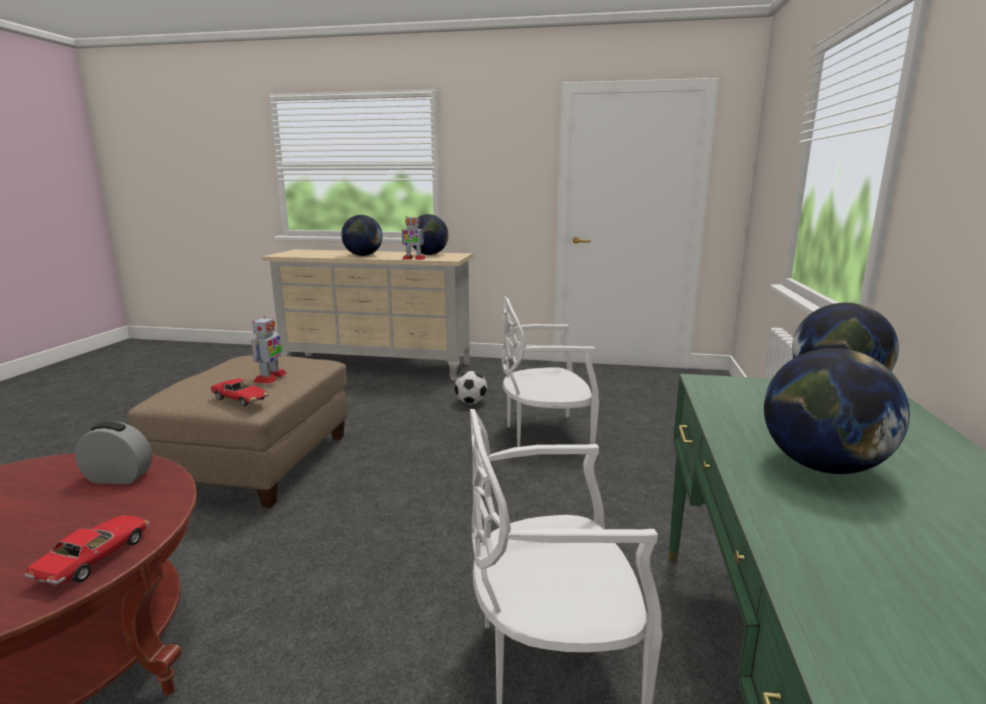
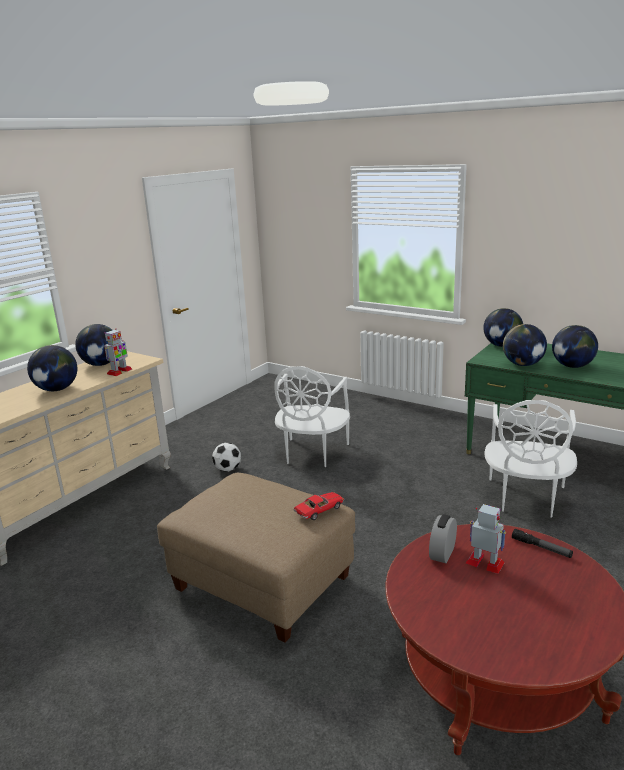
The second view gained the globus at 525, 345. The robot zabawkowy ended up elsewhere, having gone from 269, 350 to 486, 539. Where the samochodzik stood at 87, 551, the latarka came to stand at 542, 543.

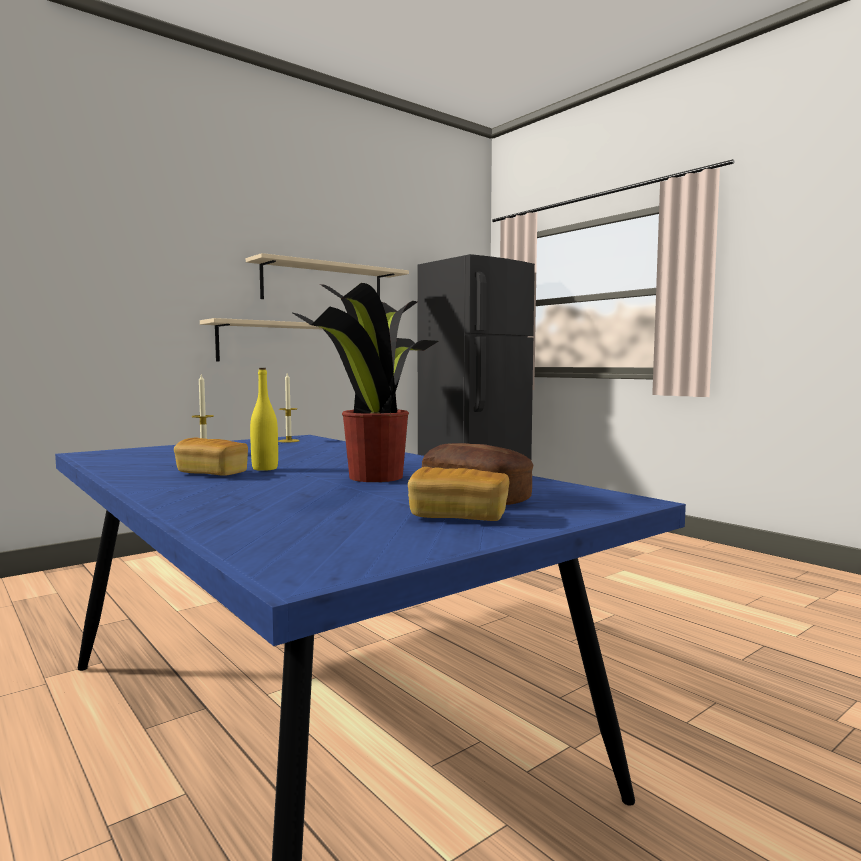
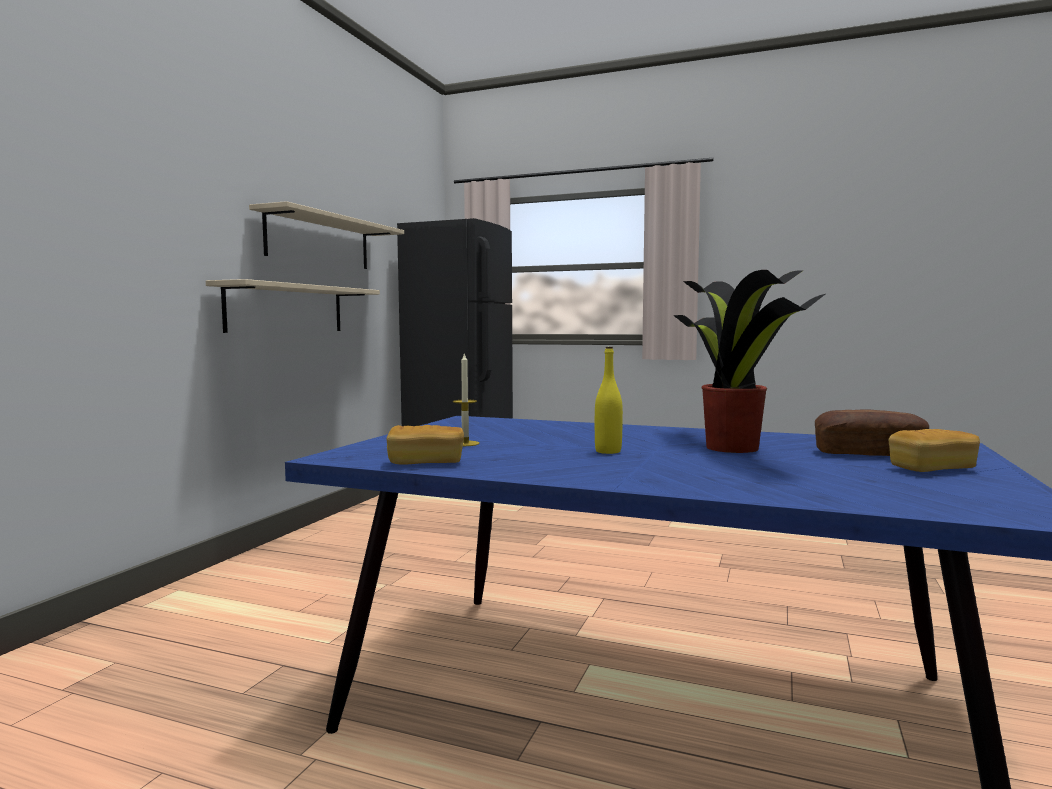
The second view lost the świeca at 289, 408. The chleb ended up elsewhere, having gone from 211, 457 to 425, 445.

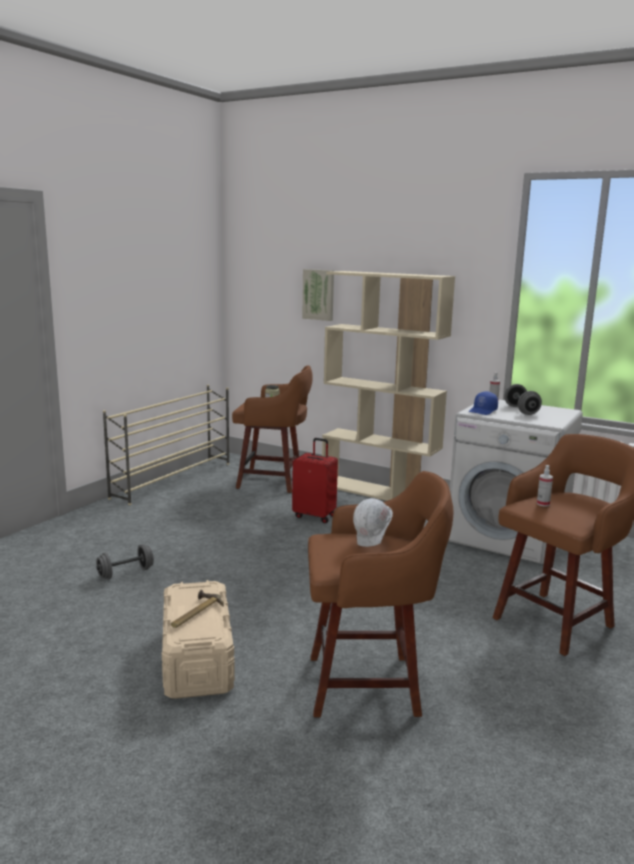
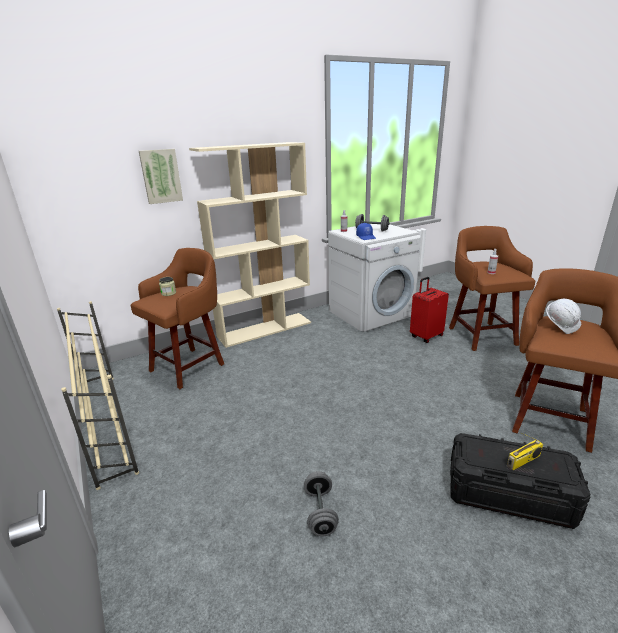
The walizka/czerwony ended up elsewhere, having gone from 315, 480 to 429, 310. Where the młotek stood at 197, 609, the radio came to stand at 525, 451. What was the pojemnik do przechowywania/beżowy at 198, 639 turned into the pojemnik do przechowywania/czarny at 520, 481.

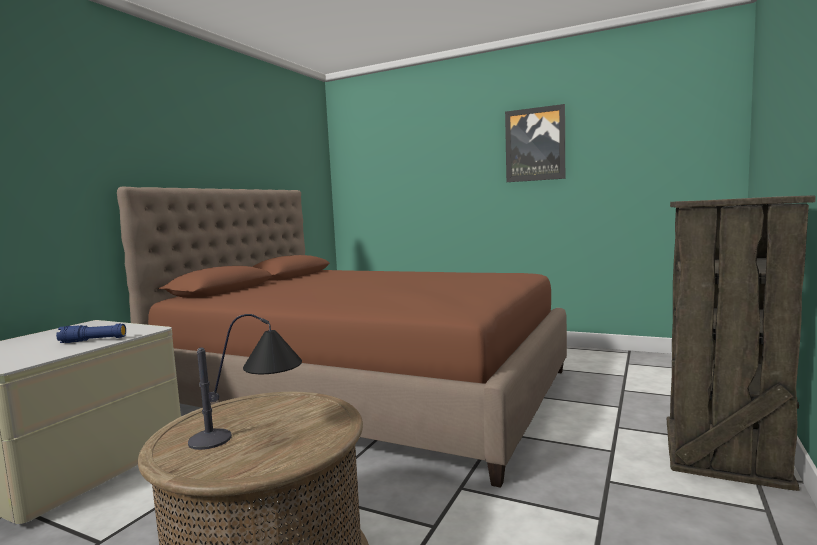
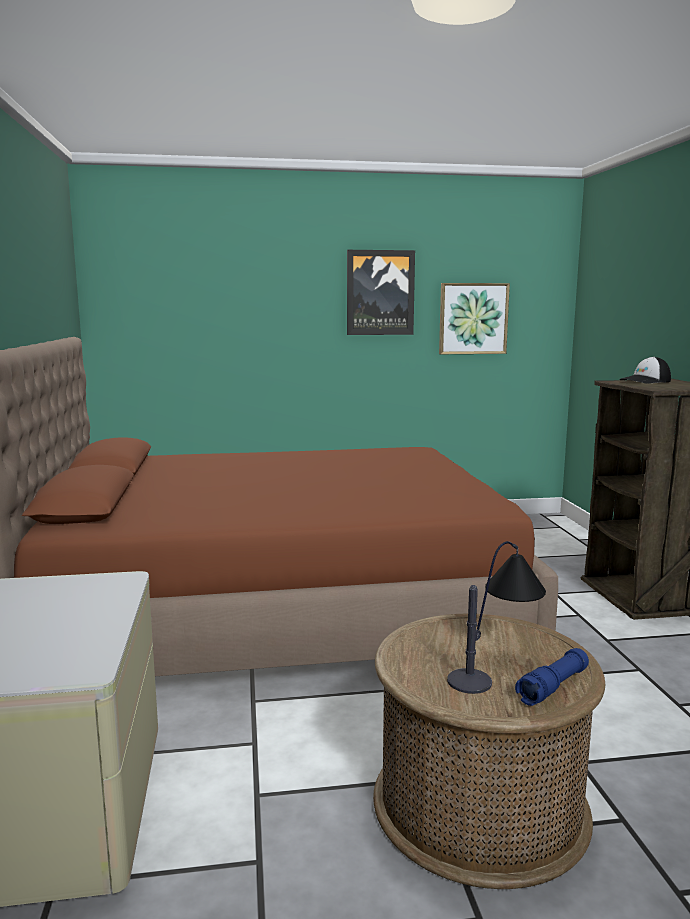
The second view gained the obraz at 474, 318. The second view gained the czapka z daszkiem at 645, 370. The latarka/niebieski ended up elsewhere, having gone from 91, 333 to 552, 677.

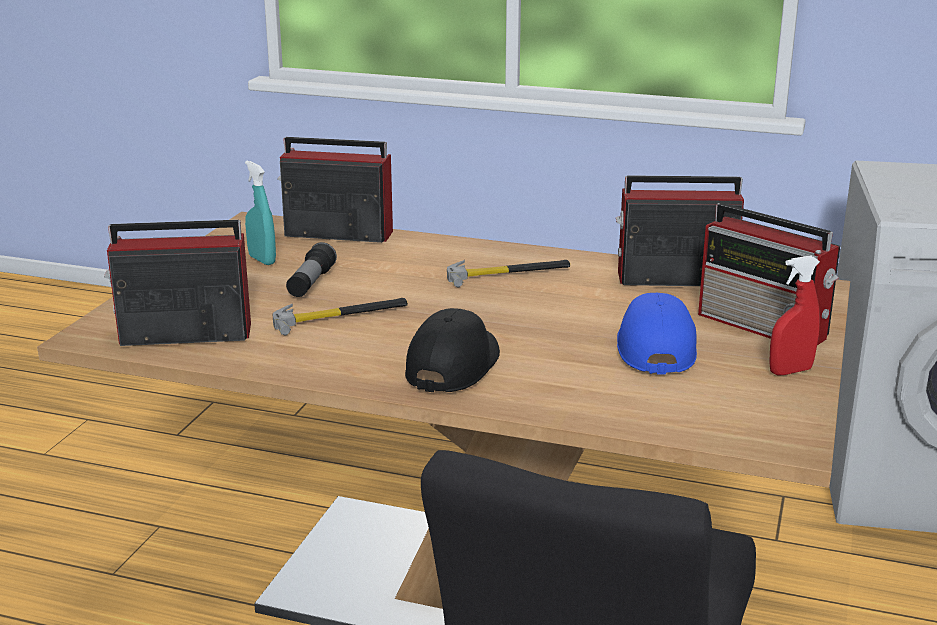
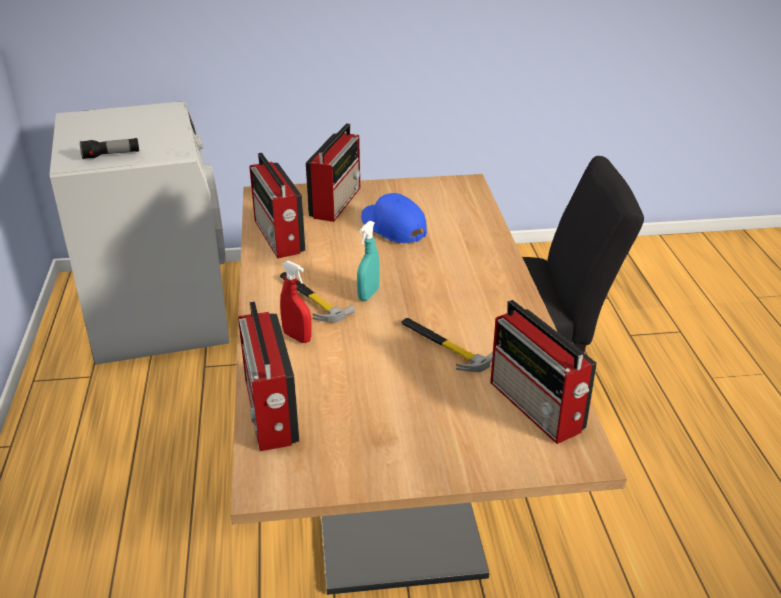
The second view lost the czapka z daszkiem/czarny at 452, 350. The spryskiwacz/turkusowy ended up elsewhere, having gone from 260, 213 to 368, 261. The latarka ended up elsewhere, having gone from 311, 269 to 109, 148. The spryskiwacz/czerwony ended up elsewhere, having gone from 794, 315 to 296, 301. The czapka z daszkiem/niebieski at 657, 334 ended up facing another way, 75 degrees clockwise from before.

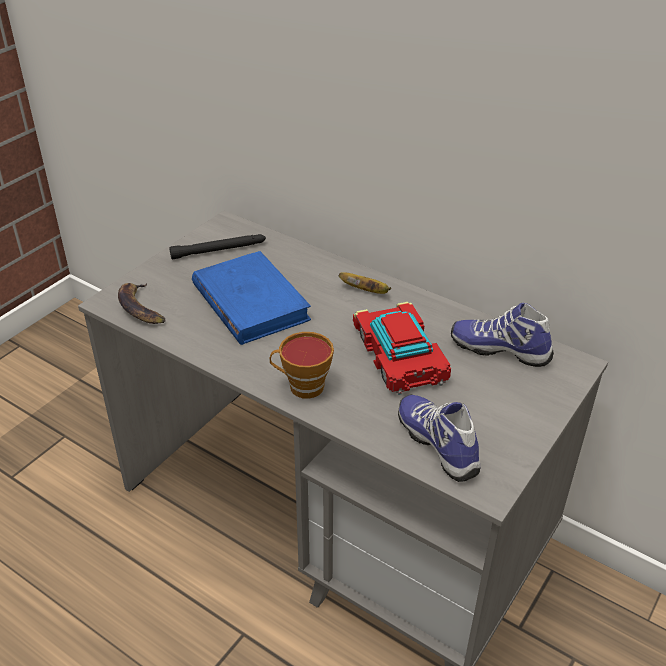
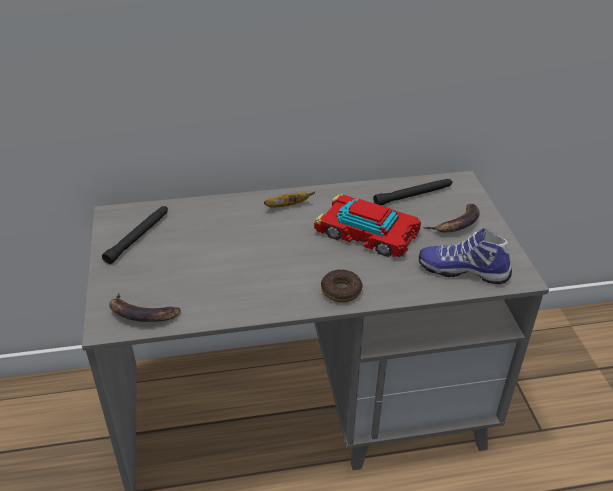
The second view lost the książka/niebieski at 251, 298. The second view gained the banan at 451, 218. Where the filiżanka stood at 302, 365, the donut came to stand at 342, 285. Where the but stood at 502, 334, the latarka/czarny came to stand at 413, 192.

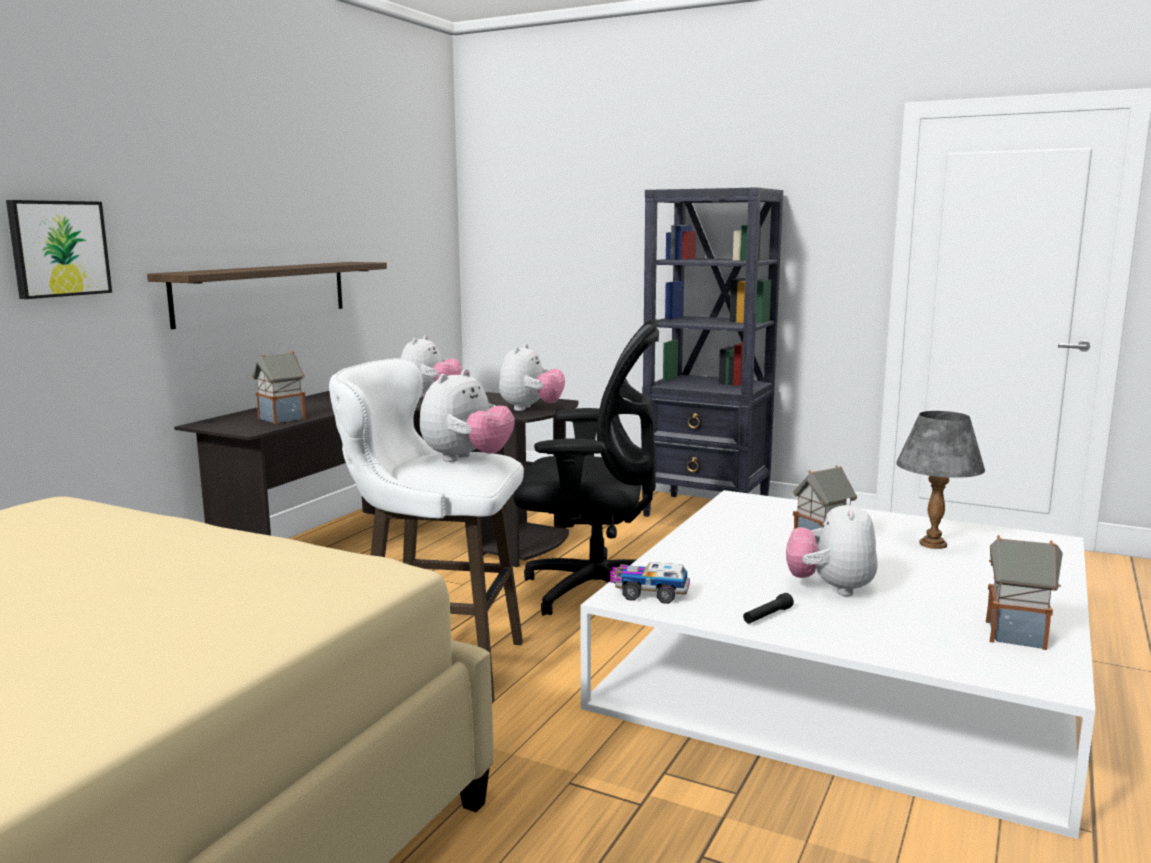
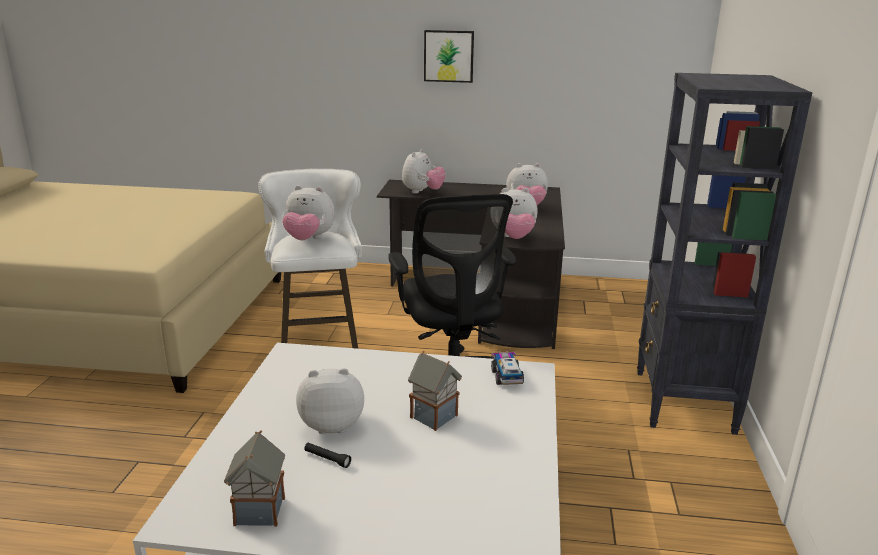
The second view lost the półka at 267, 295. The second view lost the lampa stołowa/szary at 940, 480. The obraz ended up elsewhere, having gone from 59, 249 to 449, 56. The ciężarówka zabawkowa ended up elsewhere, having gone from 650, 583 to 507, 367. The latarka/czarny ended up elsewhere, having gone from 768, 608 to 327, 455. Where the domek stood at 278, 387, the pluszak came to stand at 424, 171.

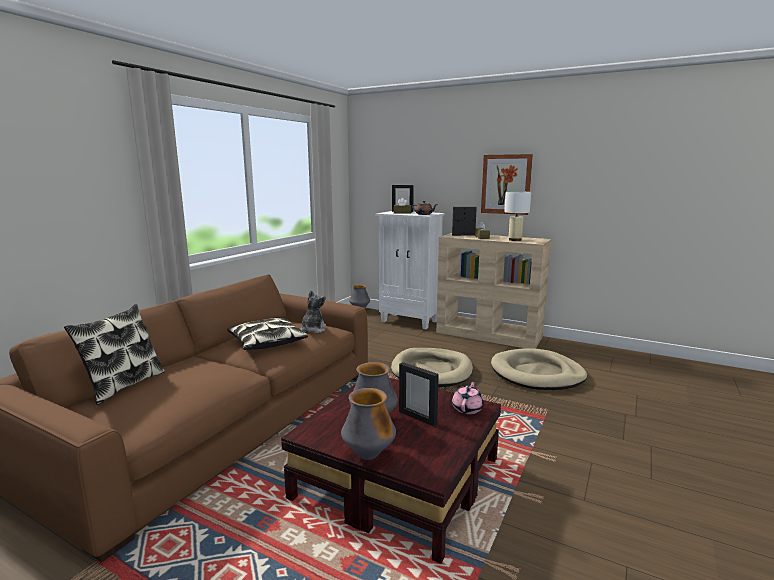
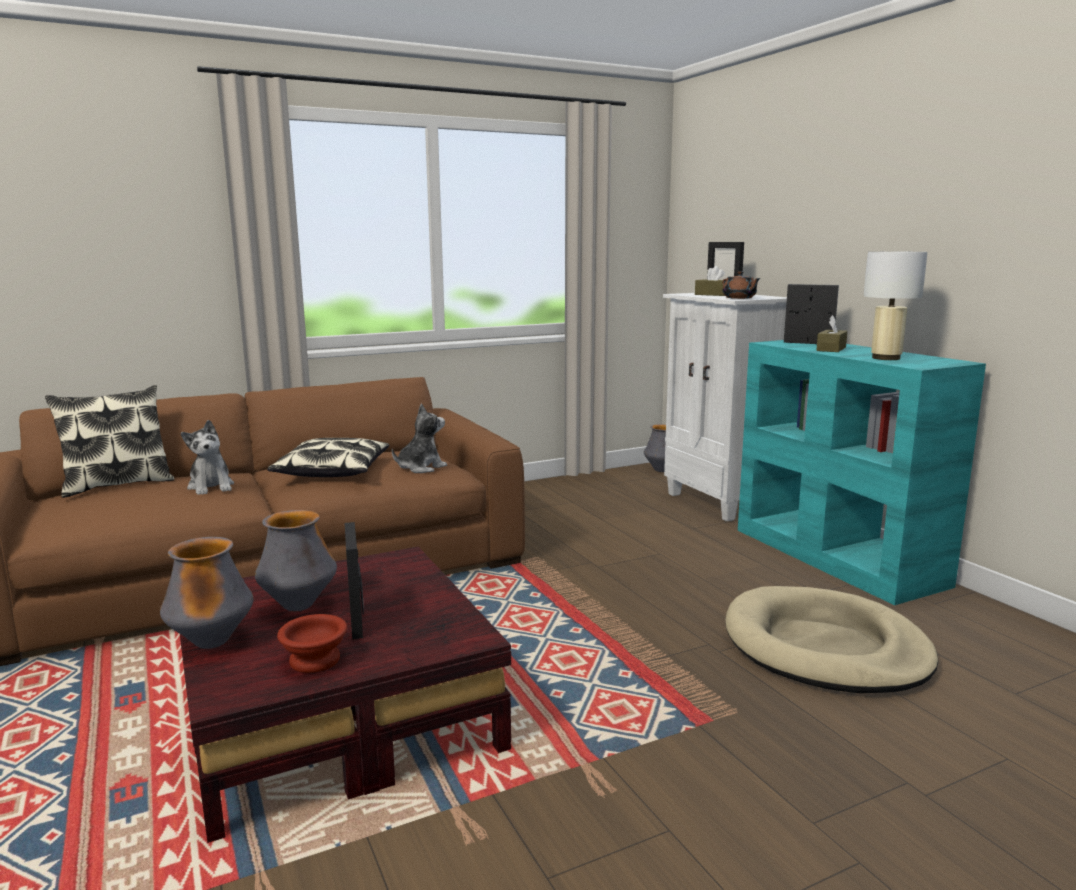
The second view lost the legowisko/beżowy at 432, 368. The second view lost the imbryk/różowy at 468, 397. The second view lost the obraz at 507, 184. The second view gained the pluszak at 207, 457. The second view gained the miska/brązowy at 312, 643. What was the regał/beżowy at 493, 291 turned into the regał/turkusowy at 862, 472.

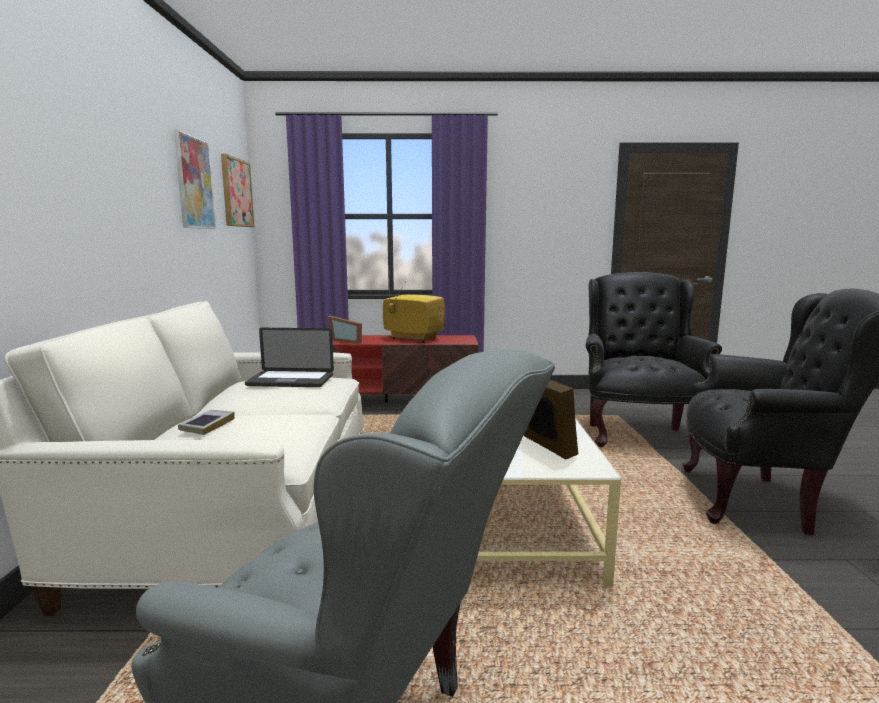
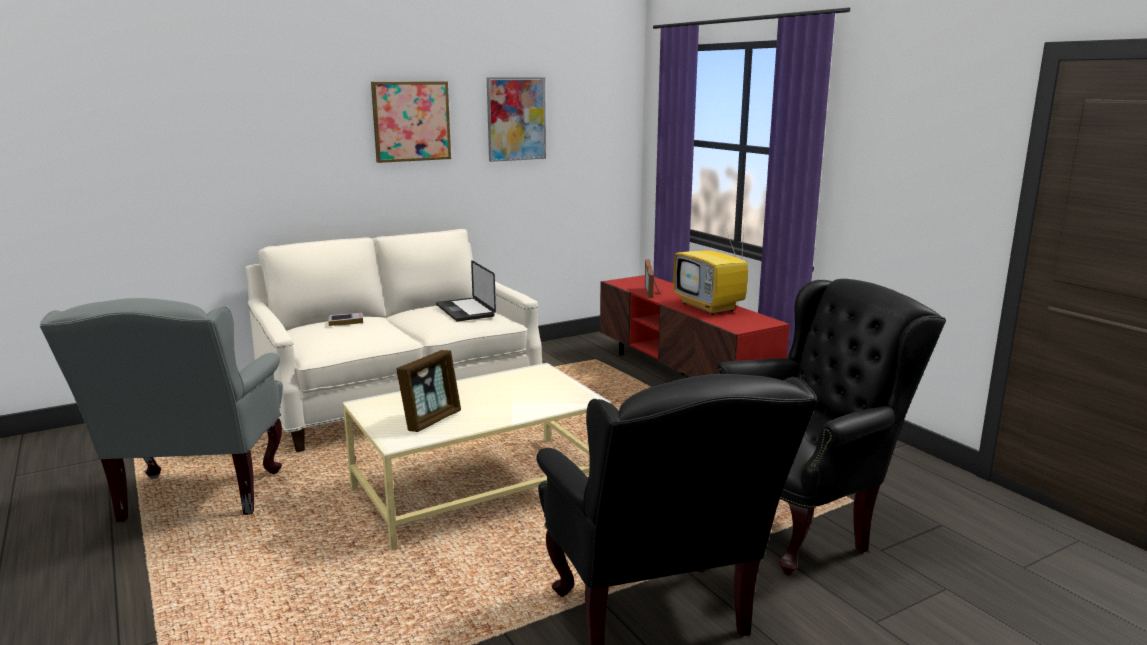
The obraz ended up elsewhere, having gone from 237, 190 to 411, 122. The telewizor at 414, 310 ended up facing another way, 150 degrees clockwise from before.

